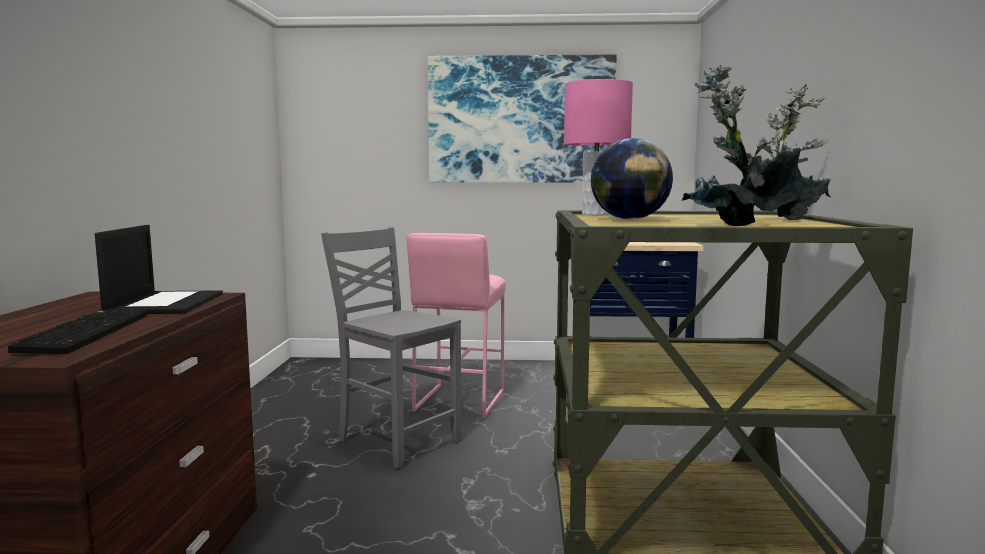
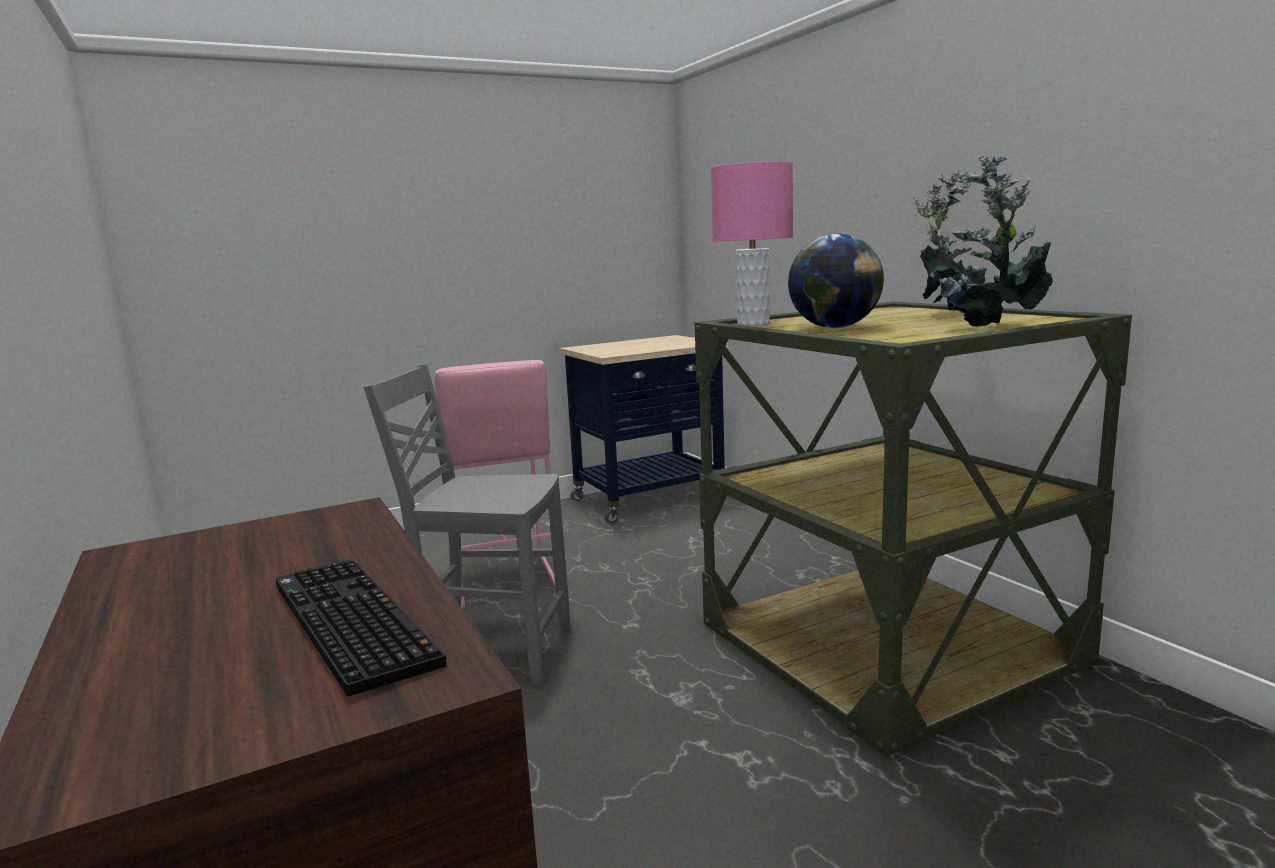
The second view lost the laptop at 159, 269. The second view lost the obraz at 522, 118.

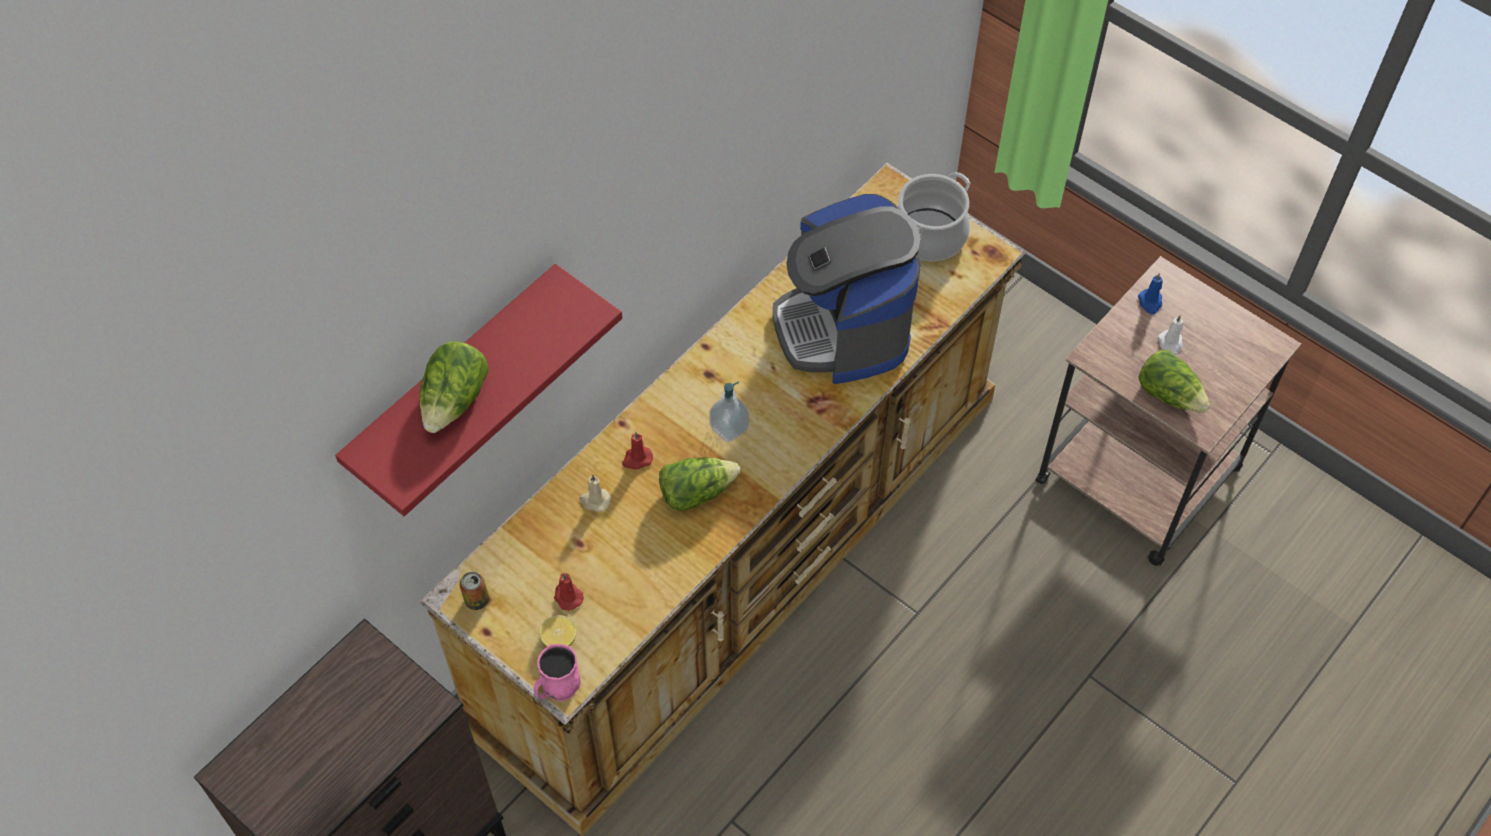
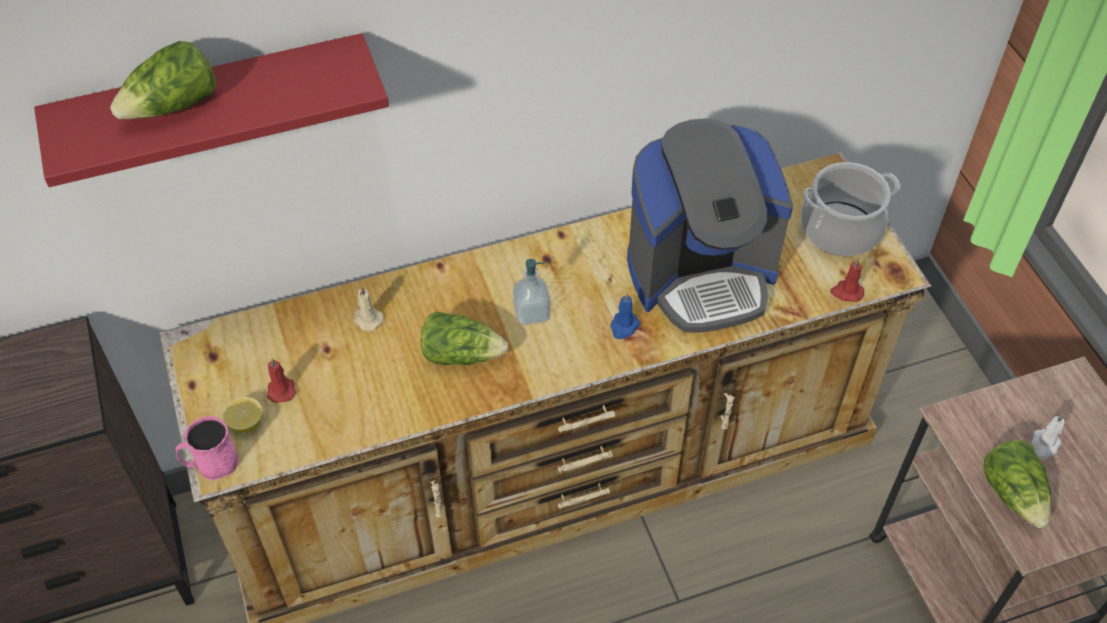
The second view lost the puszka at 474, 591. The świeca/czerwony ended up elsewhere, having gone from 637, 451 to 847, 280. The świeca/niebieski ended up elsewhere, having gone from 1150, 293 to 625, 315. The ekspres do kawy at 846, 289 ended up facing another way, 120 degrees counterclockwise from before.

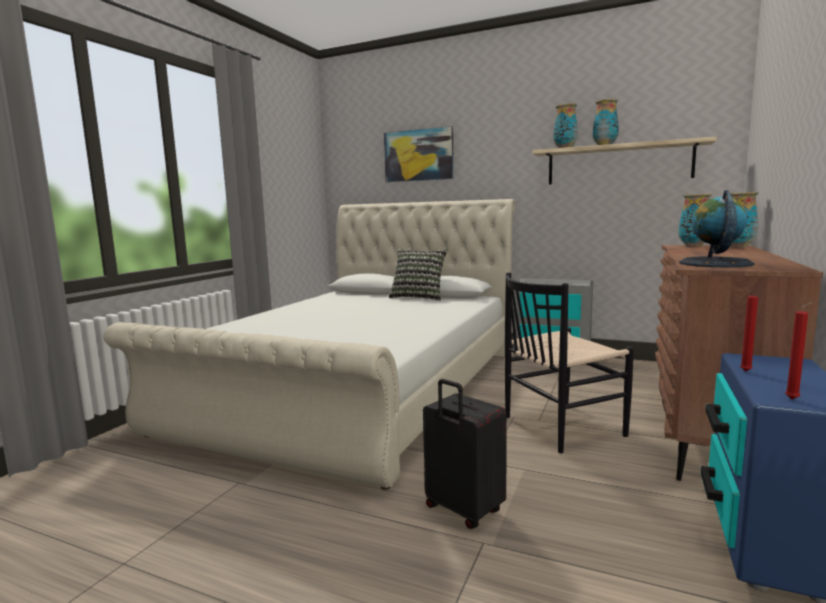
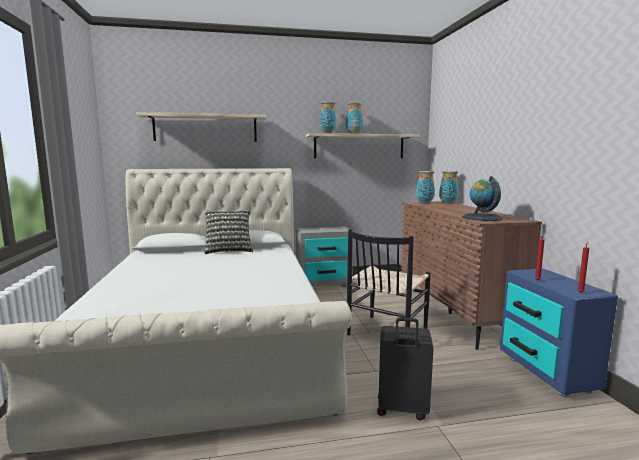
Where the obraz hung at 419, 154, the półka came to hang at 201, 127.

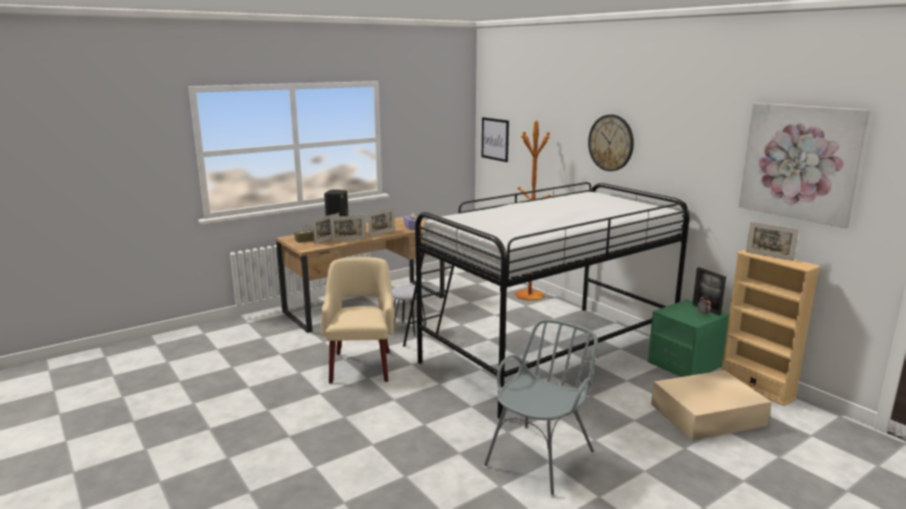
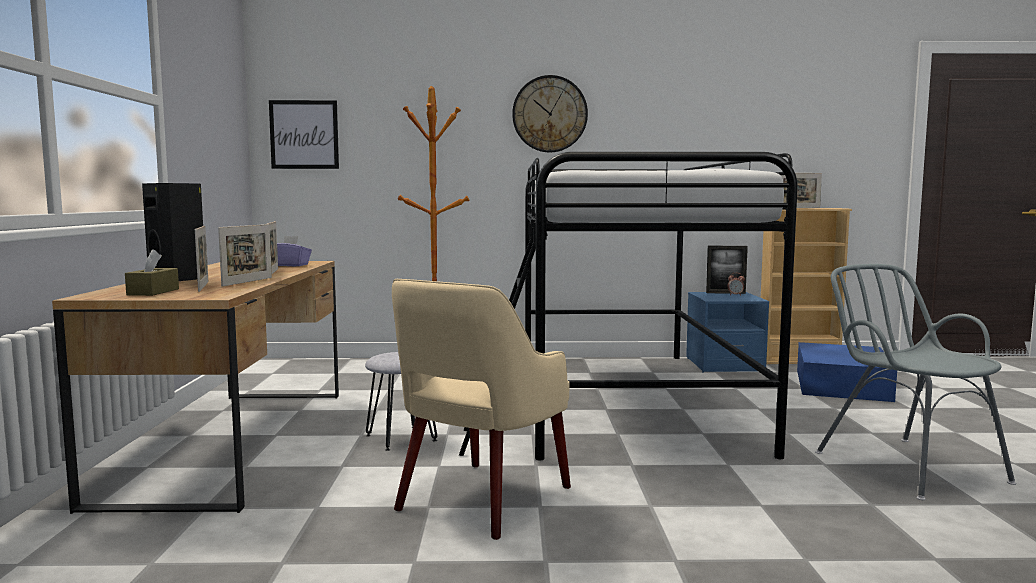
The second view lost the obraz at 805, 165. What was the szafka nocna/zielony at 688, 338 turned into the szafka nocna/niebieski at 727, 332. What was the pojemnik do przechowywania/beżowy at 711, 405 turned into the pojemnik do przechowywania/niebieski at 847, 372. The fotel/beżowy at 357, 320 ended up facing another way, 90 degrees counterclockwise from before.

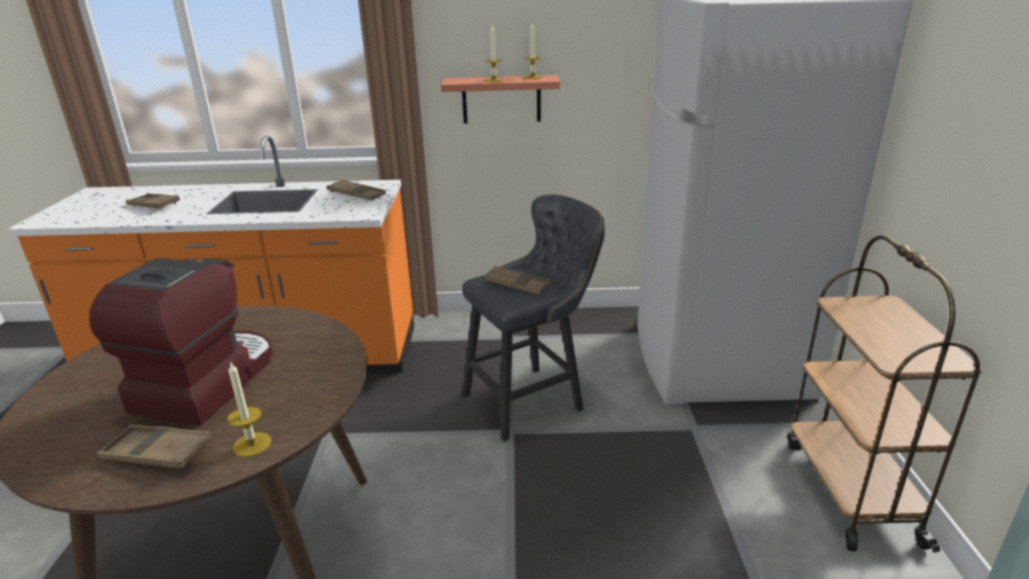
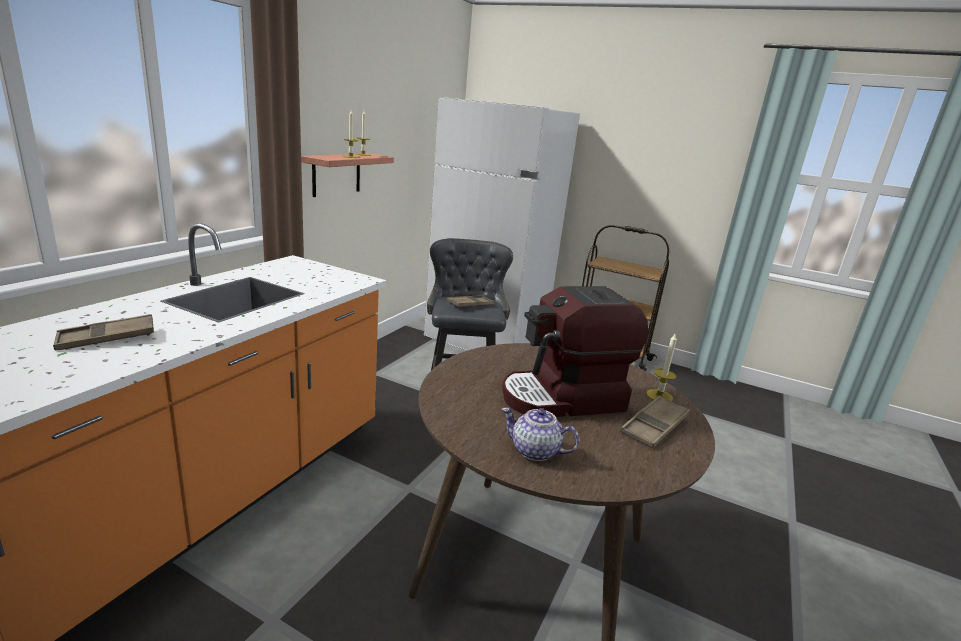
The second view lost the taca/brązowy at 356, 190. The second view gained the imbryk at 540, 434. The ekspres do kawy at 181, 342 ended up facing another way, 60 degrees counterclockwise from before.

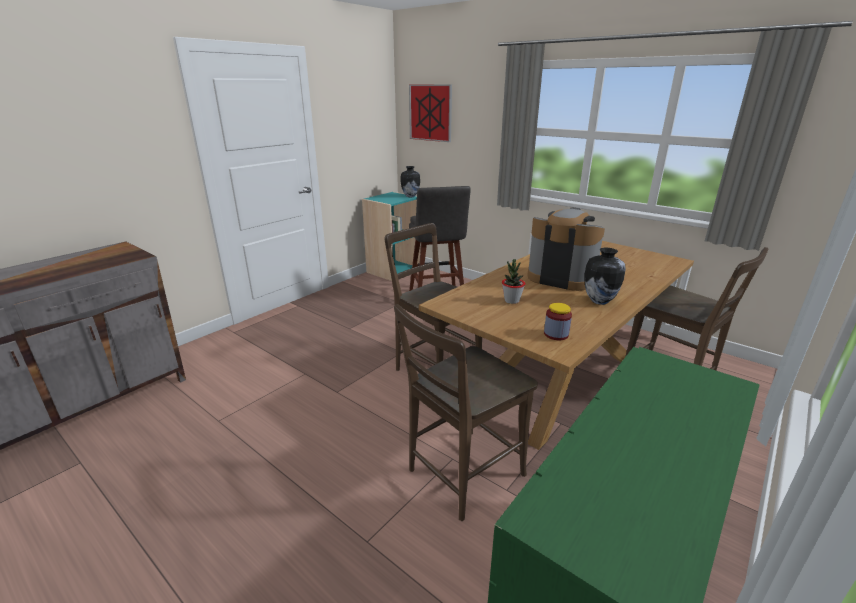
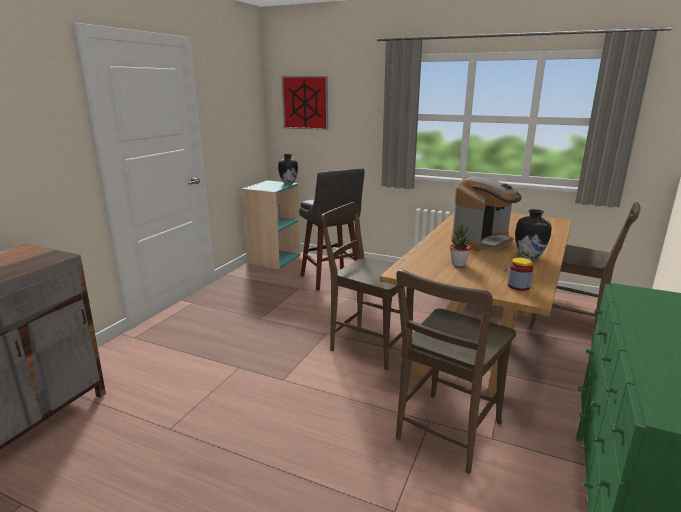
The ekspres do kawy at 566, 249 ended up facing another way, 120 degrees clockwise from before.

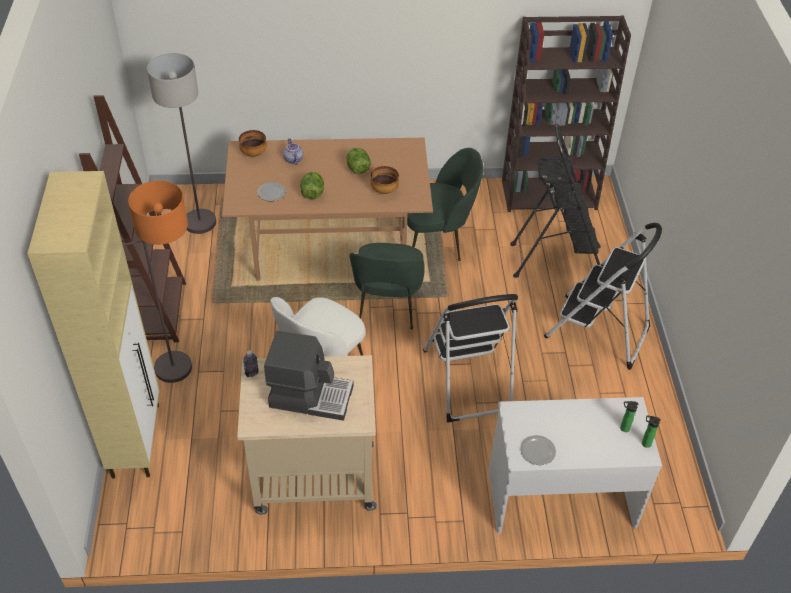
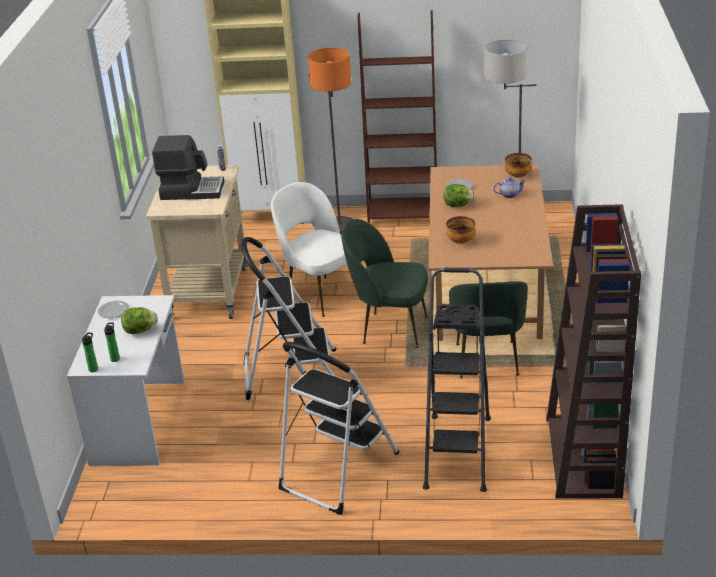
The sałata ended up elsewhere, having gone from 358, 161 to 139, 320. The ekspres do kawy at 309, 375 ended up facing another way, 105 degrees counterclockwise from before.

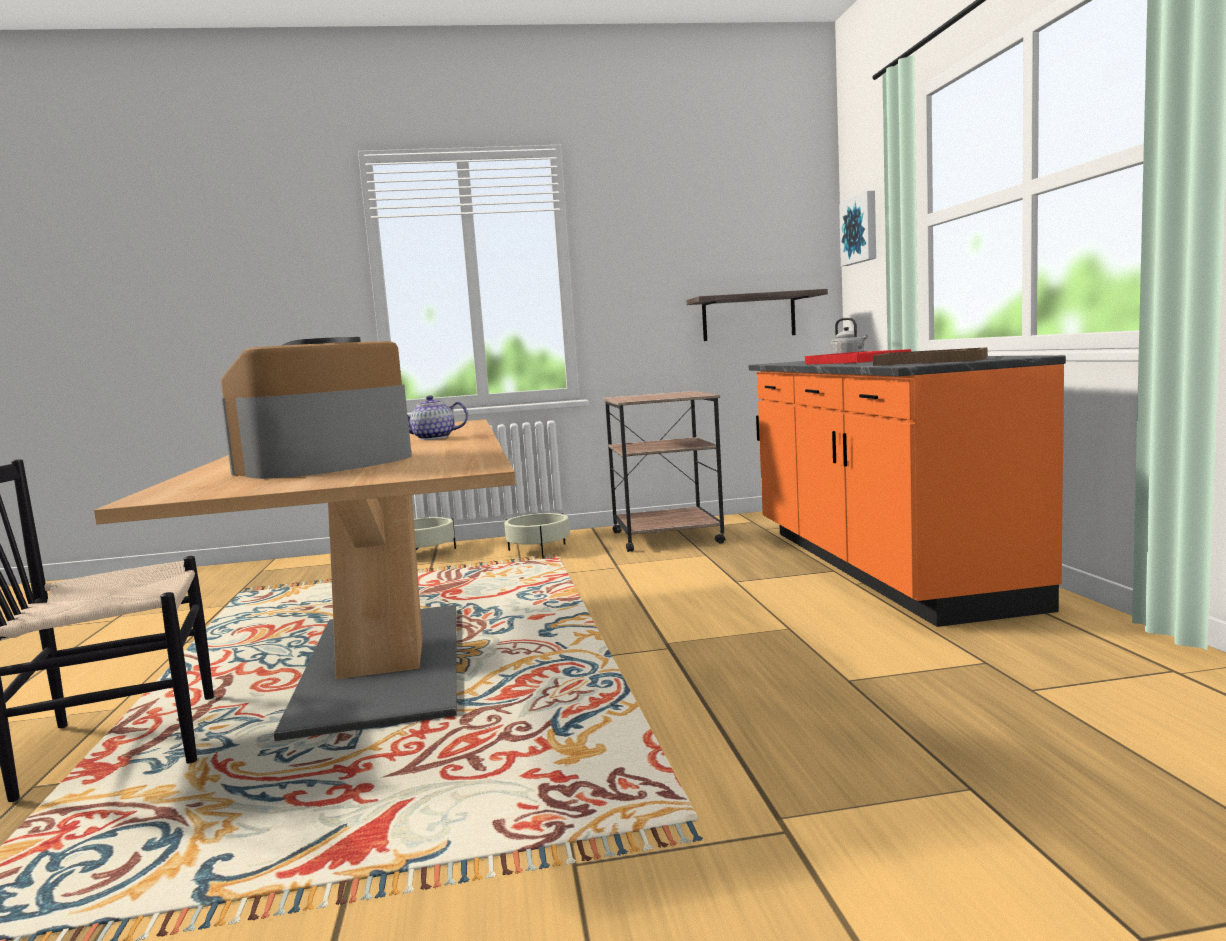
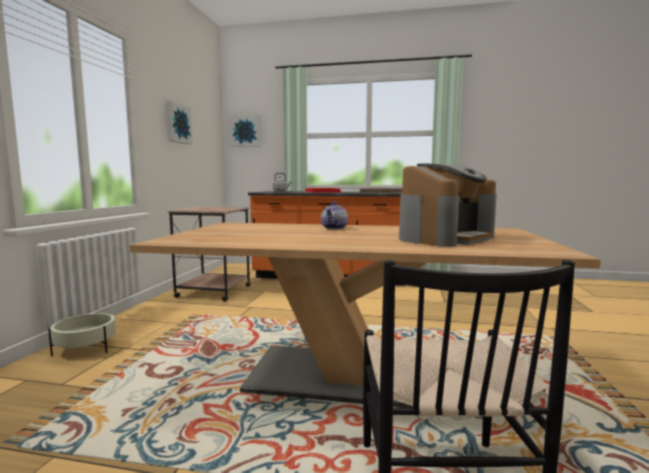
The second view lost the donica/beżowy at 537, 536. The second view lost the półka at 757, 315. The second view gained the obraz at 179, 122. The ekspres do kawy at 316, 408 ended up facing another way, 105 degrees counterclockwise from before.

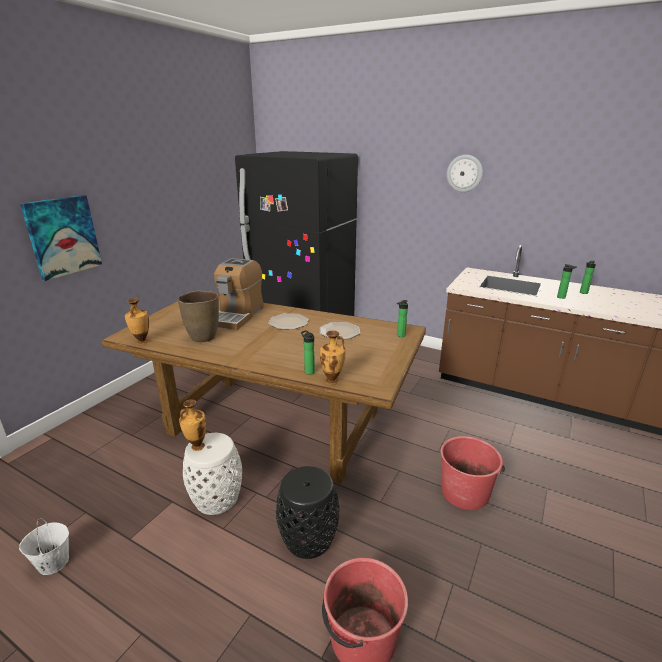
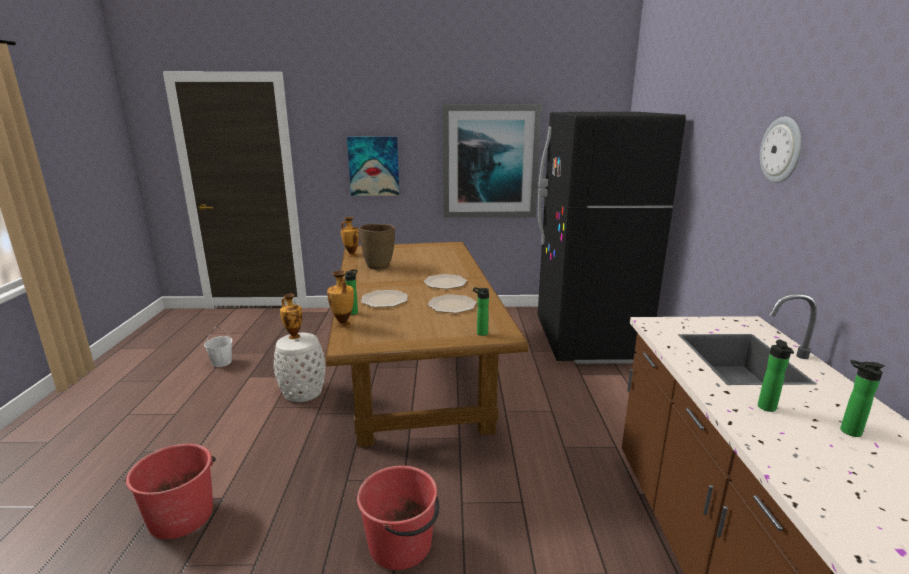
The second view lost the ekspres do kawy at 239, 294. The second view lost the stołek/czarny at 307, 512. The second view gained the talerz at 384, 298. The second view gained the obraz at 492, 161.

